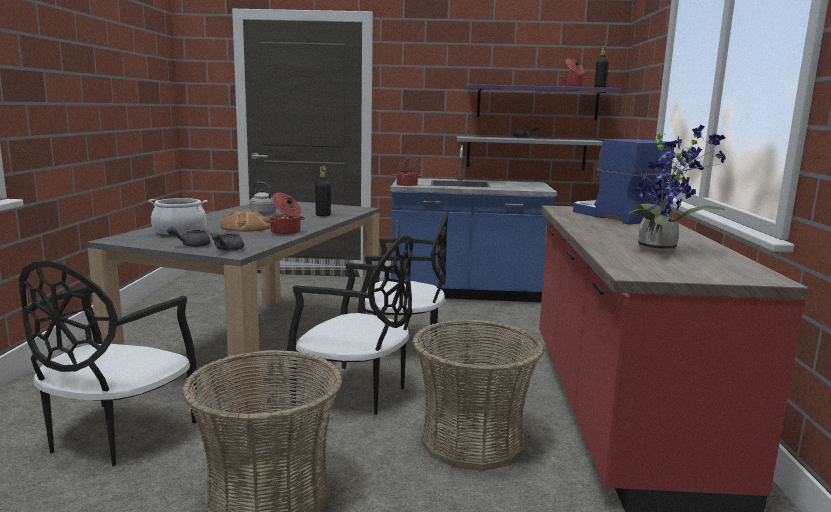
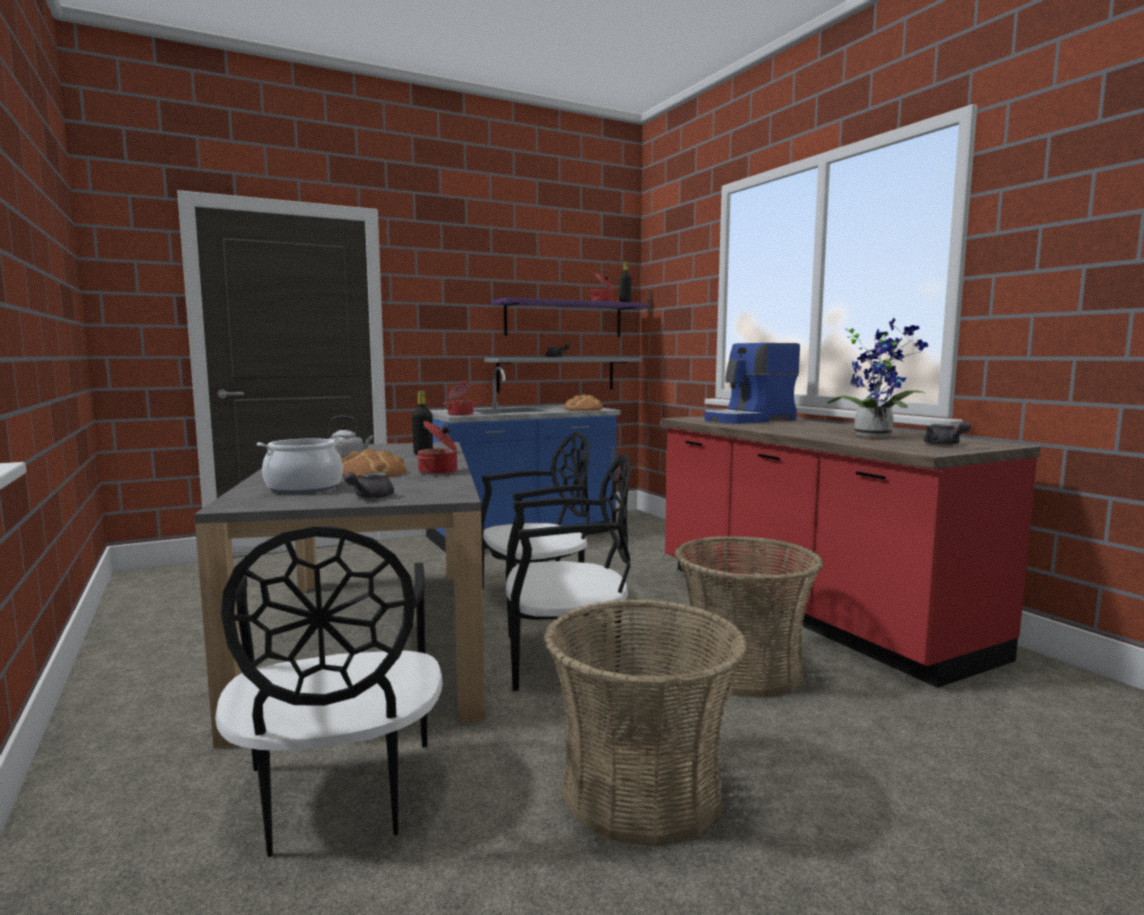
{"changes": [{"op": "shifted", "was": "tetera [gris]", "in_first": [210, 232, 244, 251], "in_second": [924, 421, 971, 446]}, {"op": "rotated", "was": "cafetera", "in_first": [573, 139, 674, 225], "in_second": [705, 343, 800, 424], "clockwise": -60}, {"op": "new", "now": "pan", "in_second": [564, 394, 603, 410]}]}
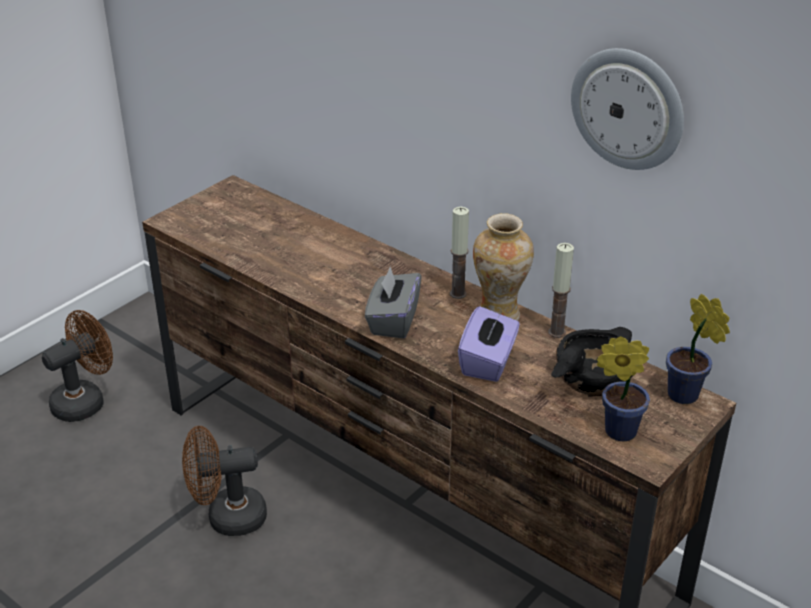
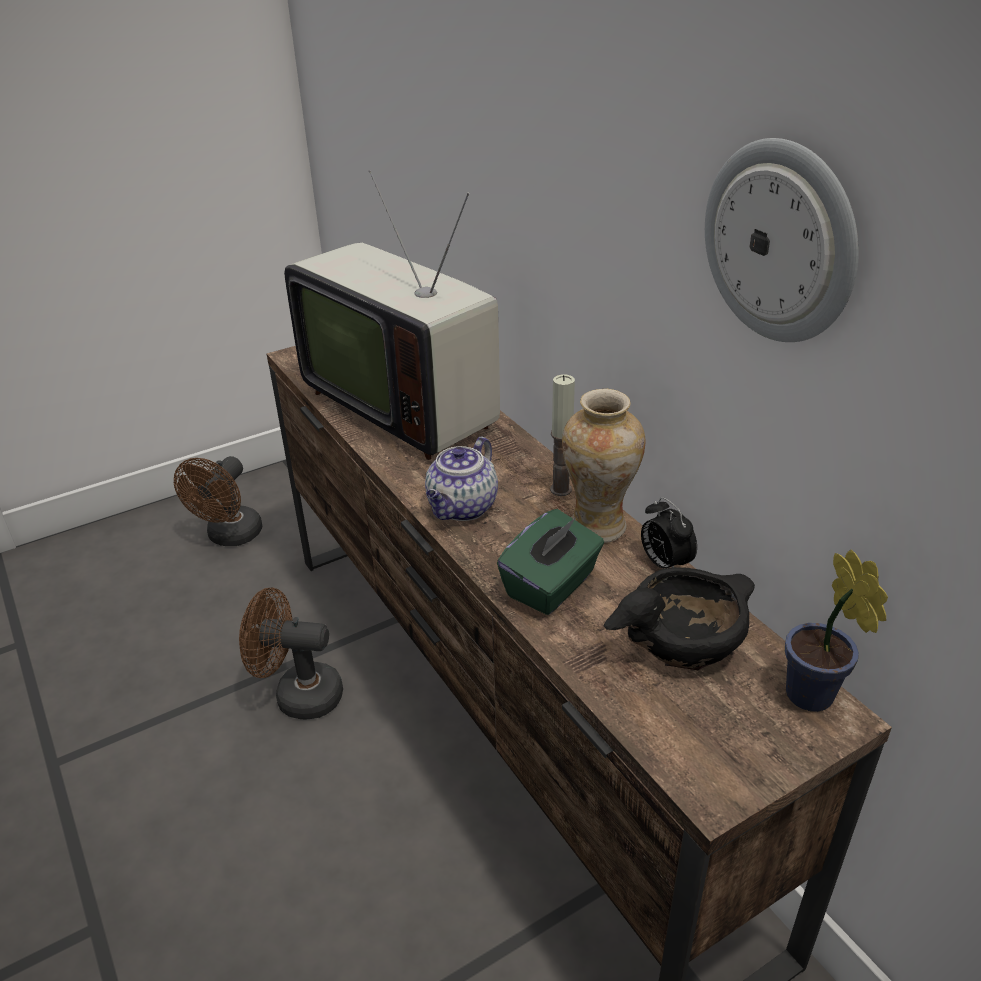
{"changes": [{"op": "rotated", "was": "ventilador [marrón]", "in_first": [42, 310, 113, 422], "in_second": [174, 456, 262, 546], "clockwise": 135}, {"op": "swapped", "was": "caja de pañuelos [gris]", "now": "tetera", "in_first": [365, 267, 422, 339], "in_second": [425, 437, 498, 521]}, {"op": "repainted", "was": "caja de pañuelos [morado]", "now": "caja de pañuelos [verde]", "in_first": [458, 306, 520, 382], "in_second": [497, 509, 604, 615]}, {"op": "swapped", "was": "vela", "now": "despertador", "in_first": [548, 243, 574, 338], "in_second": [641, 497, 697, 568]}, {"op": "gone", "was": "planta en maceta", "in_first": [597, 336, 650, 441]}, {"op": "new", "now": "televisor", "in_second": [284, 170, 500, 460]}]}
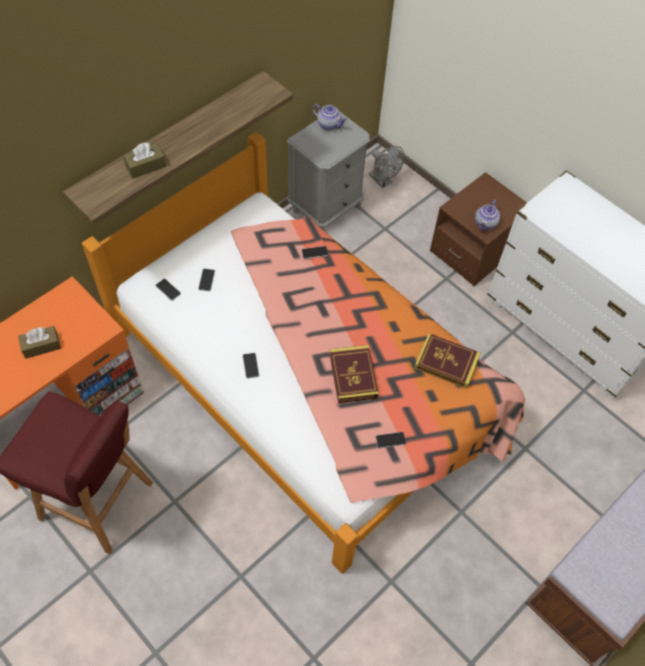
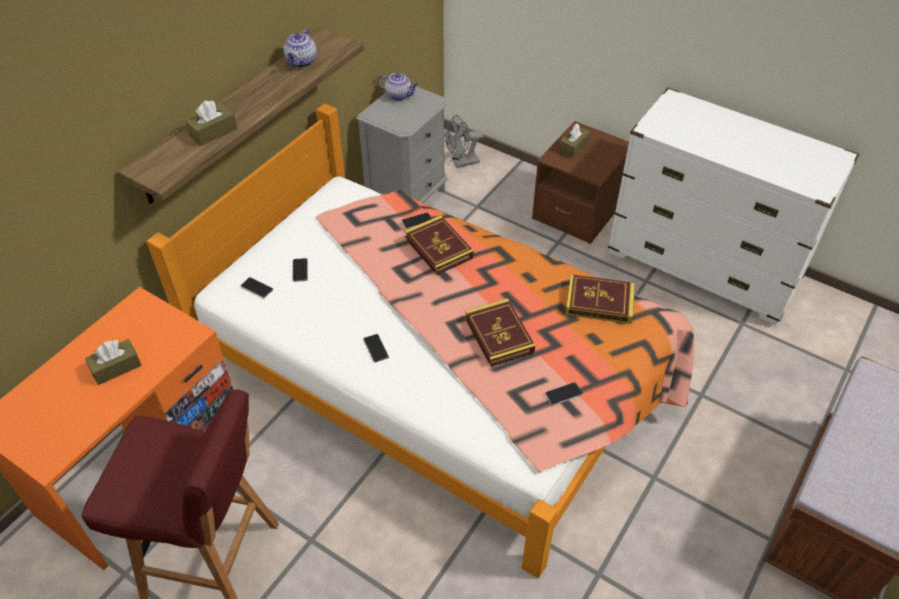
{"changes": [{"op": "rotated", "was": "ventilador [gris]", "in_first": [369, 146, 404, 188], "in_second": [445, 115, 484, 168], "clockwise": 120}, {"op": "shifted", "was": "tetera", "in_first": [475, 200, 500, 231], "in_second": [284, 28, 317, 68]}, {"op": "new", "now": "libro", "in_second": [405, 215, 474, 275]}, {"op": "new", "now": "caja de pañuelos [marrón]", "in_second": [559, 124, 591, 158]}]}
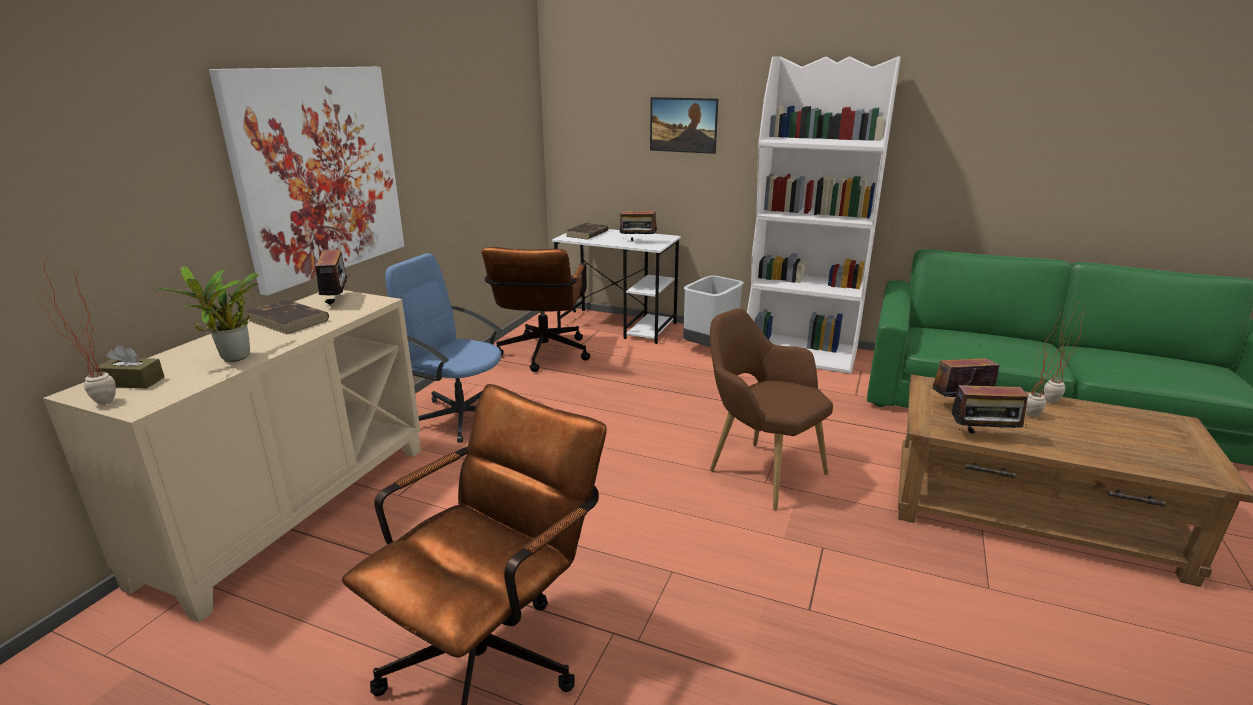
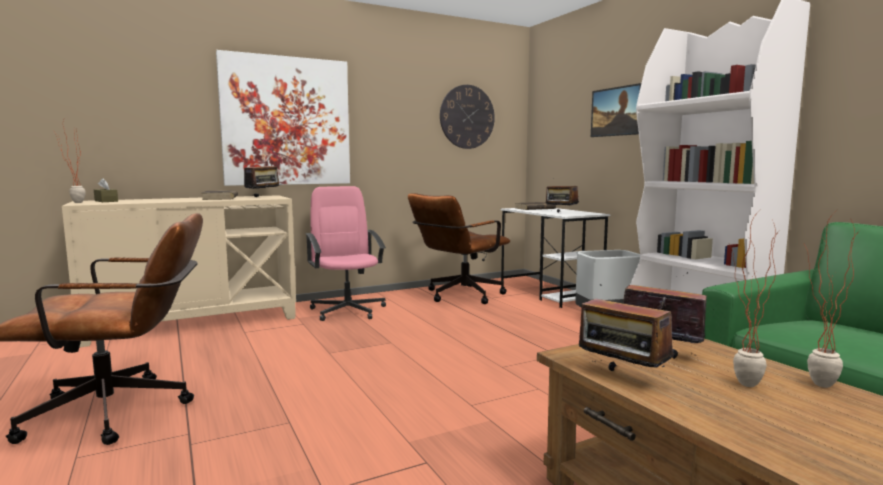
{"changes": [{"op": "gone", "was": "planta en maceta", "in_first": [155, 266, 259, 362]}, {"op": "repainted", "was": "silla de oficina [azul]", "now": "silla de oficina [rosa]", "in_first": [385, 253, 502, 443], "in_second": [305, 186, 386, 321]}, {"op": "gone", "was": "sillón [marrón]", "in_first": [710, 308, 833, 511]}, {"op": "new", "now": "reloj de pared", "in_second": [440, 85, 495, 149]}]}
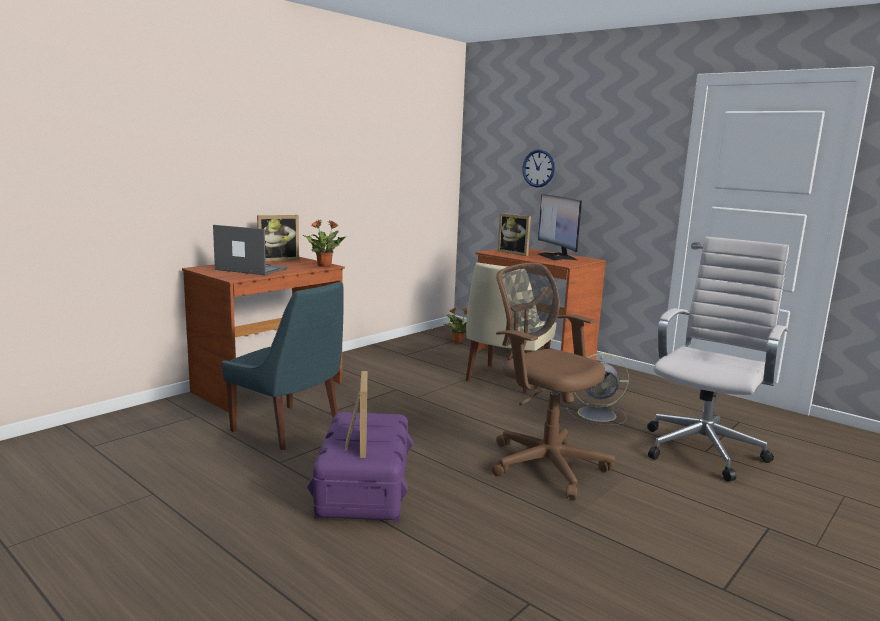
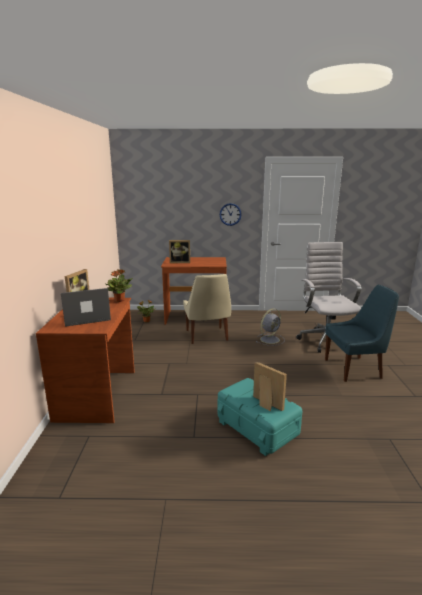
{"changes": [{"op": "shifted", "was": "silla [azul]", "in_first": [222, 281, 343, 450], "in_second": [325, 285, 399, 382]}, {"op": "repainted", "was": "caja de almacenaje [morado]", "now": "caja de almacenaje [turquesa]", "in_first": [307, 412, 413, 522], "in_second": [217, 378, 302, 456]}, {"op": "gone", "was": "silla de oficina [marrón]", "in_first": [492, 263, 615, 500]}, {"op": "shifted", "was": "reloj de pared", "in_first": [522, 149, 555, 188], "in_second": [220, 203, 242, 226]}, {"op": "gone", "was": "monitor", "in_first": [538, 194, 582, 261]}]}
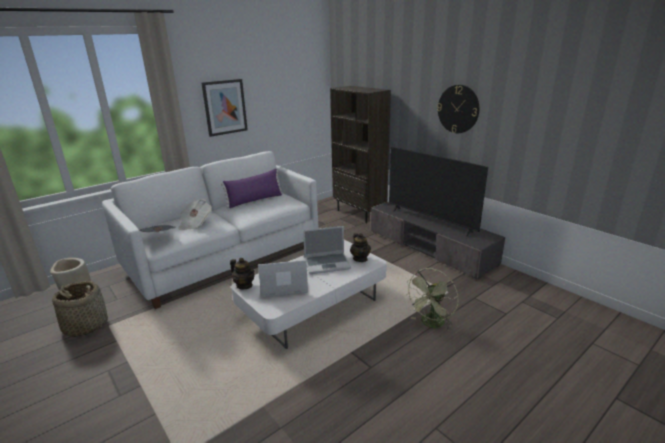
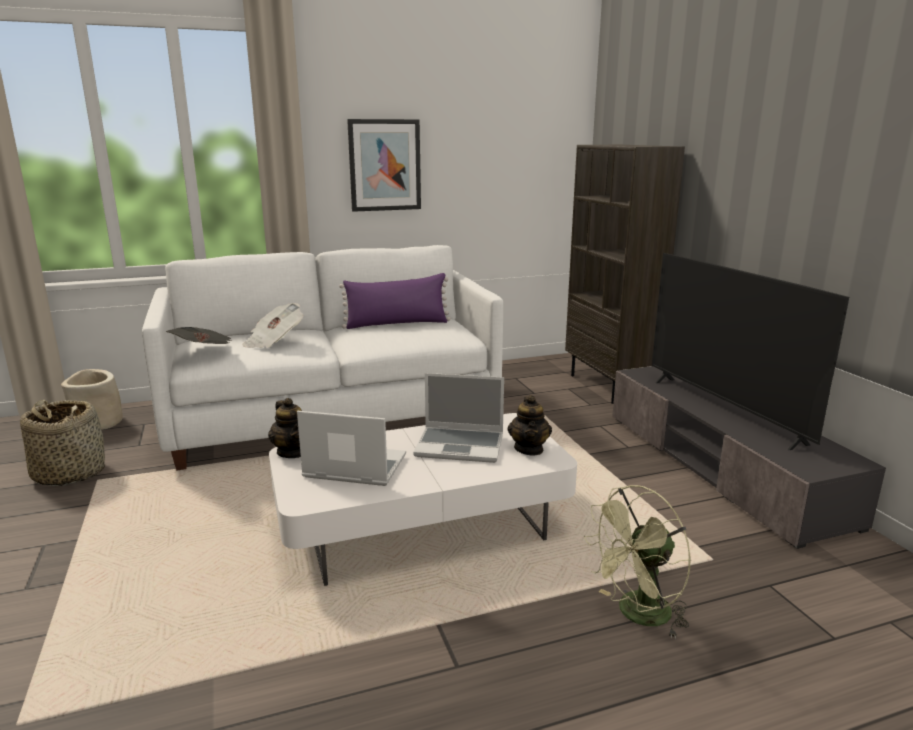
{"changes": [{"op": "gone", "was": "reloj de pared", "in_first": [437, 85, 479, 133]}]}
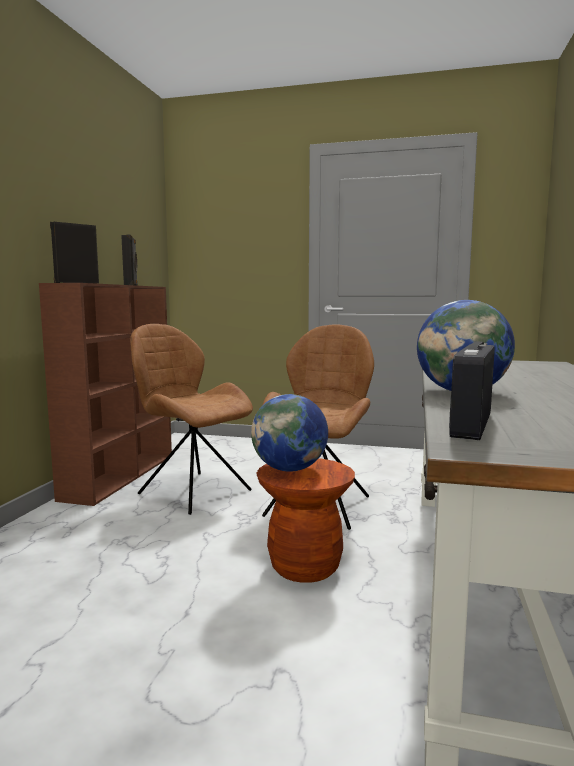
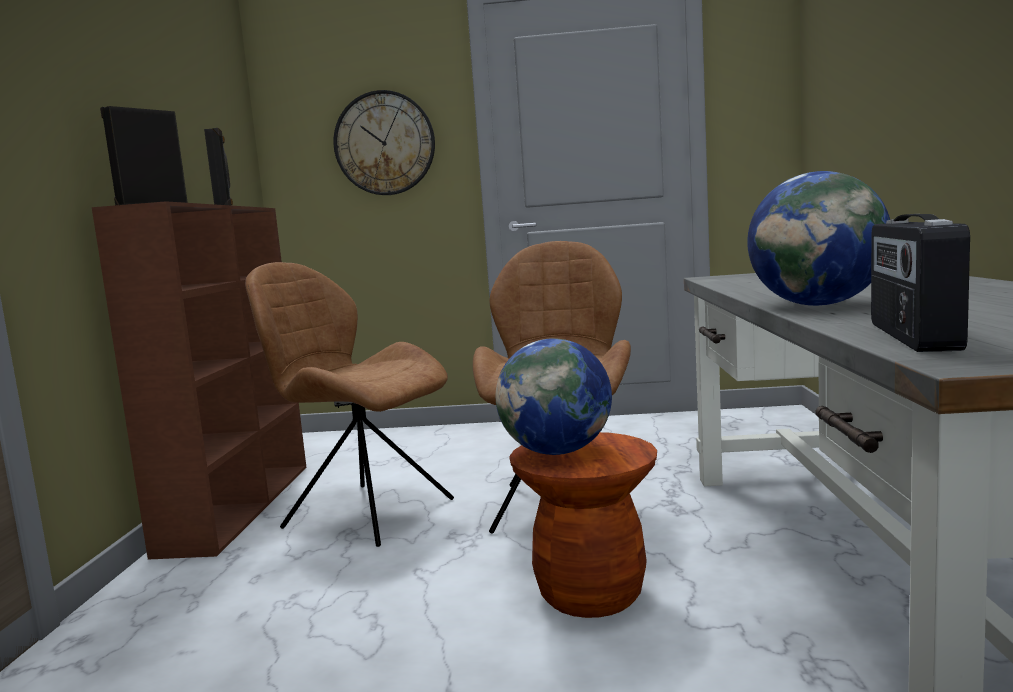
{"changes": [{"op": "new", "now": "reloj de pared", "in_second": [334, 90, 435, 195]}]}
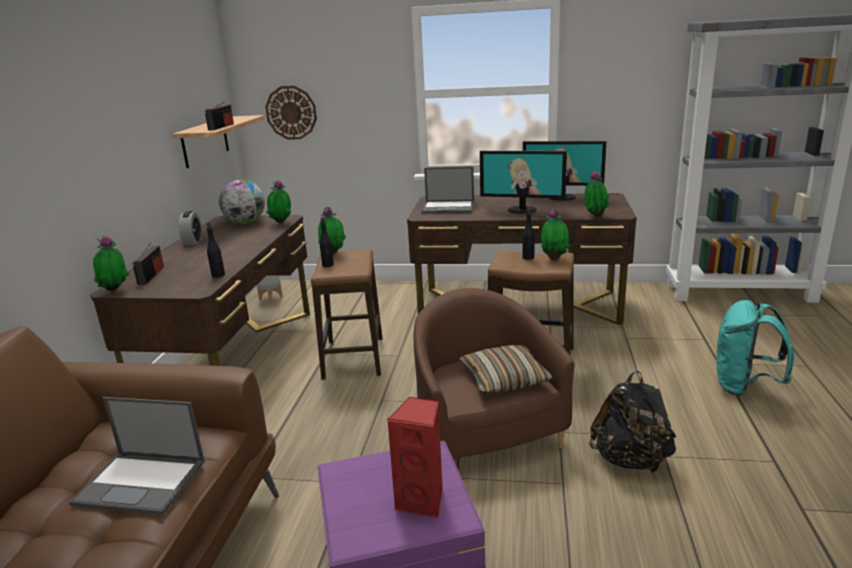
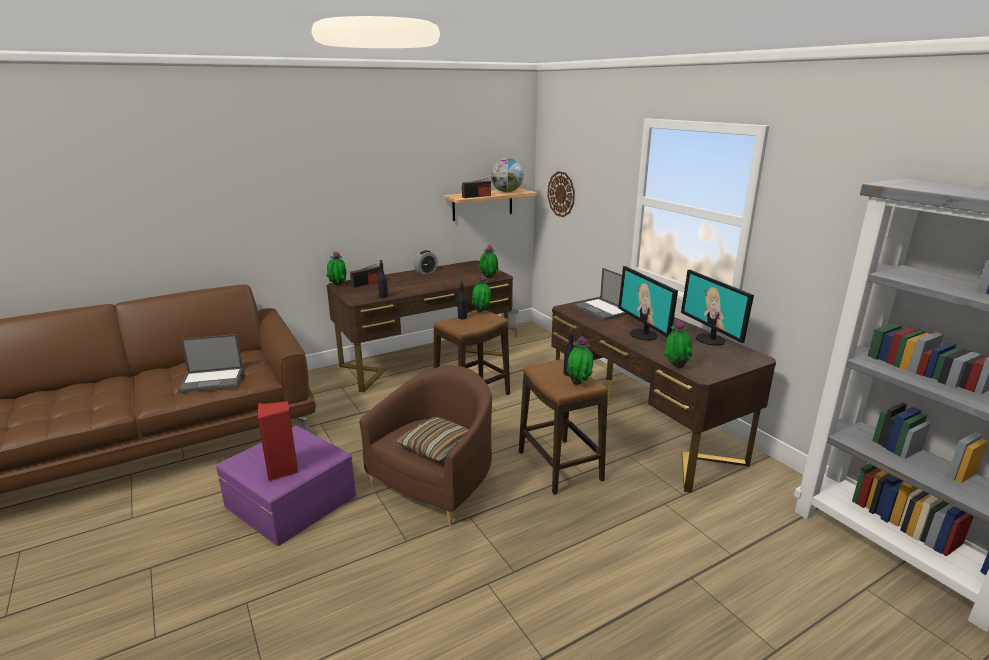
{"changes": [{"op": "rotated", "was": "portátil", "in_first": [69, 397, 205, 515], "in_second": [178, 334, 243, 393], "clockwise": -75}, {"op": "shifted", "was": "globo terráqueo", "in_first": [219, 180, 265, 224], "in_second": [491, 158, 524, 192]}, {"op": "gone", "was": "mochila [negro]", "in_first": [589, 371, 676, 472]}, {"op": "gone", "was": "mochila [turquesa]", "in_first": [716, 300, 794, 396]}]}
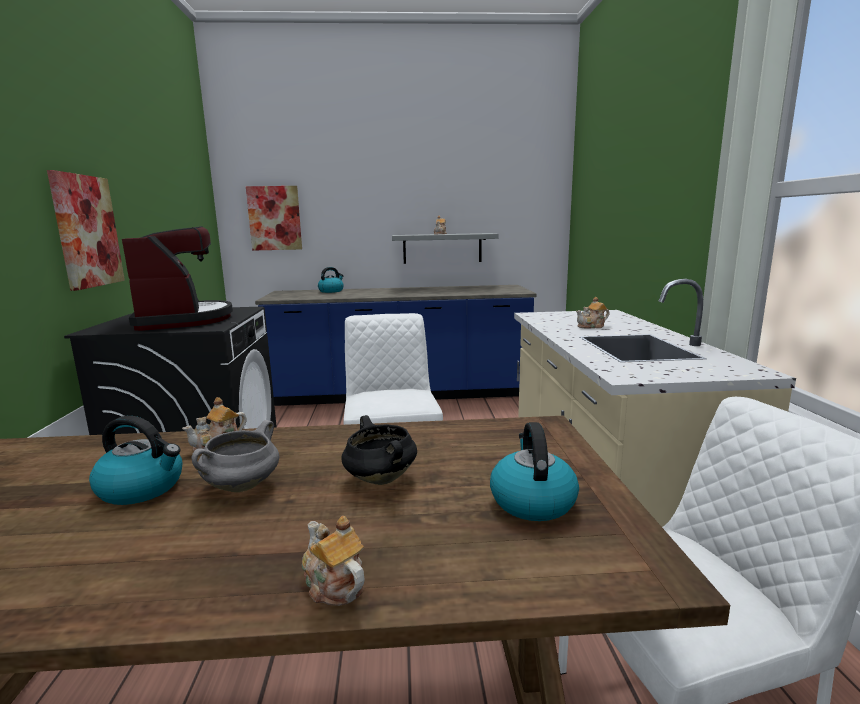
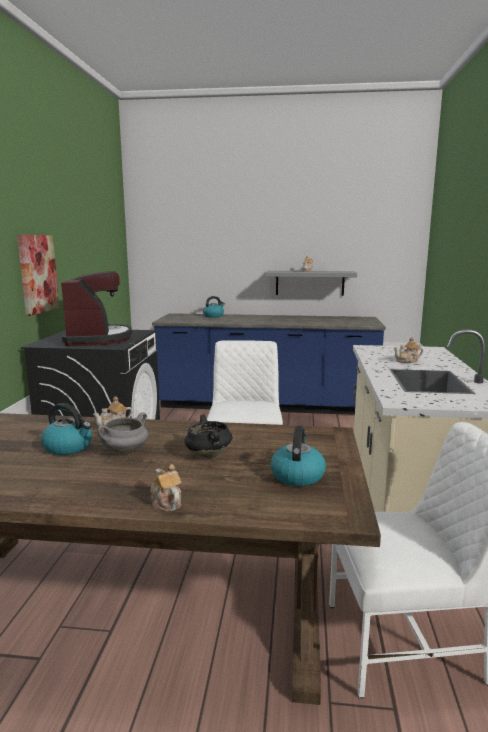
{"changes": [{"op": "gone", "was": "cuadro", "in_first": [246, 186, 302, 251]}]}
